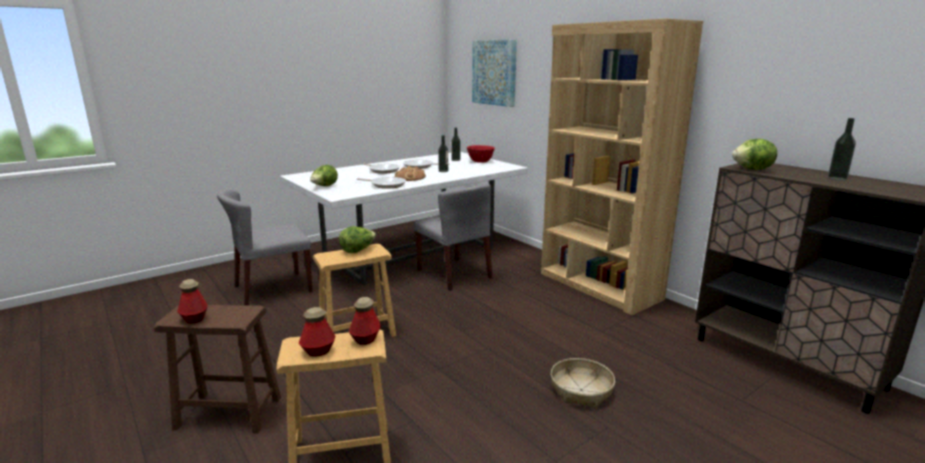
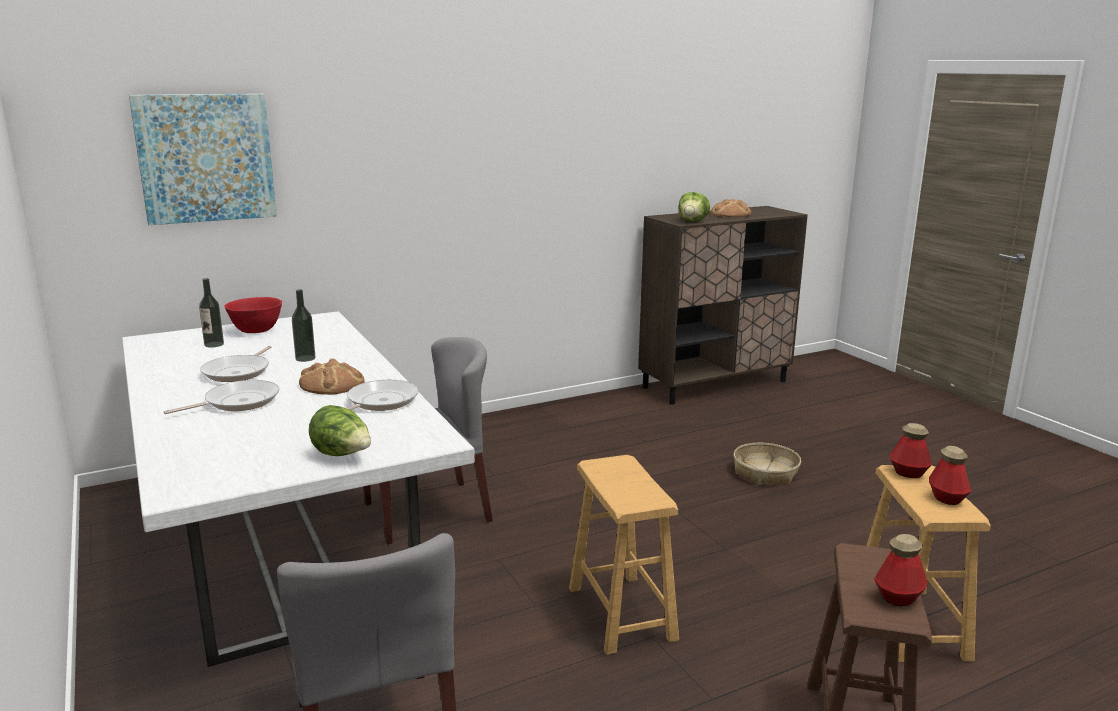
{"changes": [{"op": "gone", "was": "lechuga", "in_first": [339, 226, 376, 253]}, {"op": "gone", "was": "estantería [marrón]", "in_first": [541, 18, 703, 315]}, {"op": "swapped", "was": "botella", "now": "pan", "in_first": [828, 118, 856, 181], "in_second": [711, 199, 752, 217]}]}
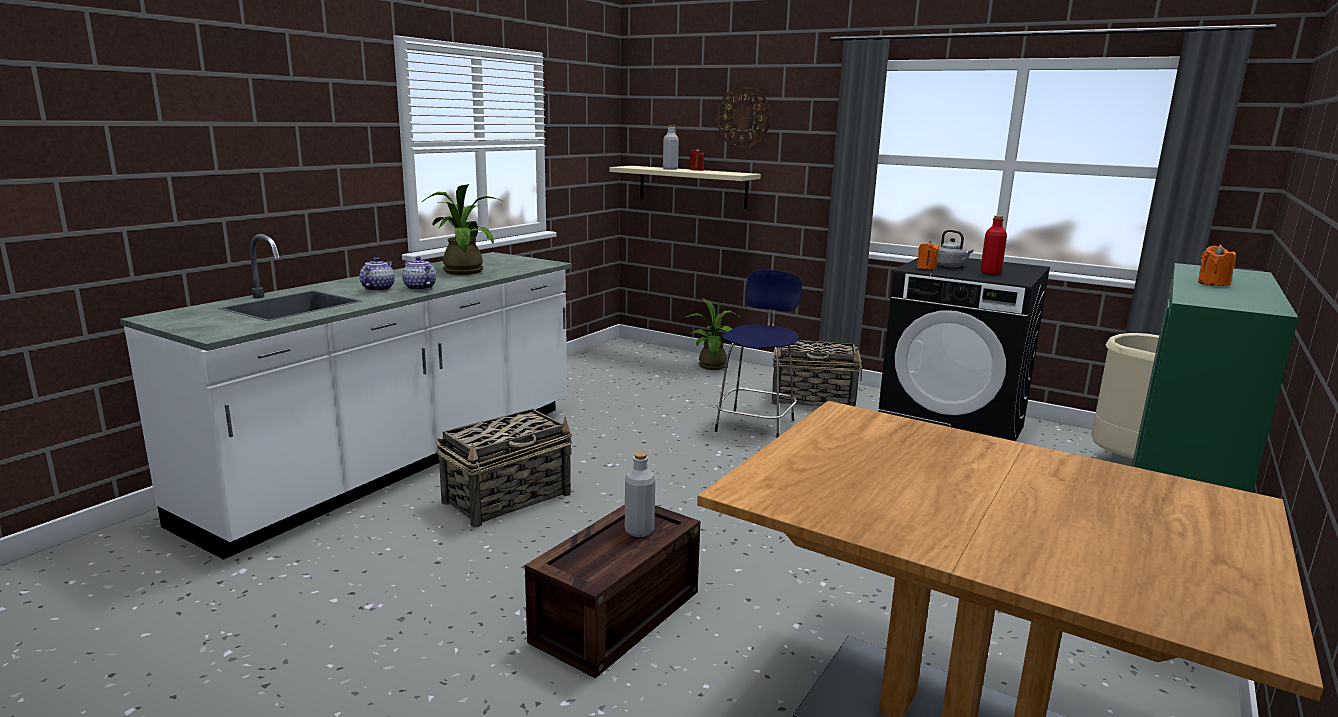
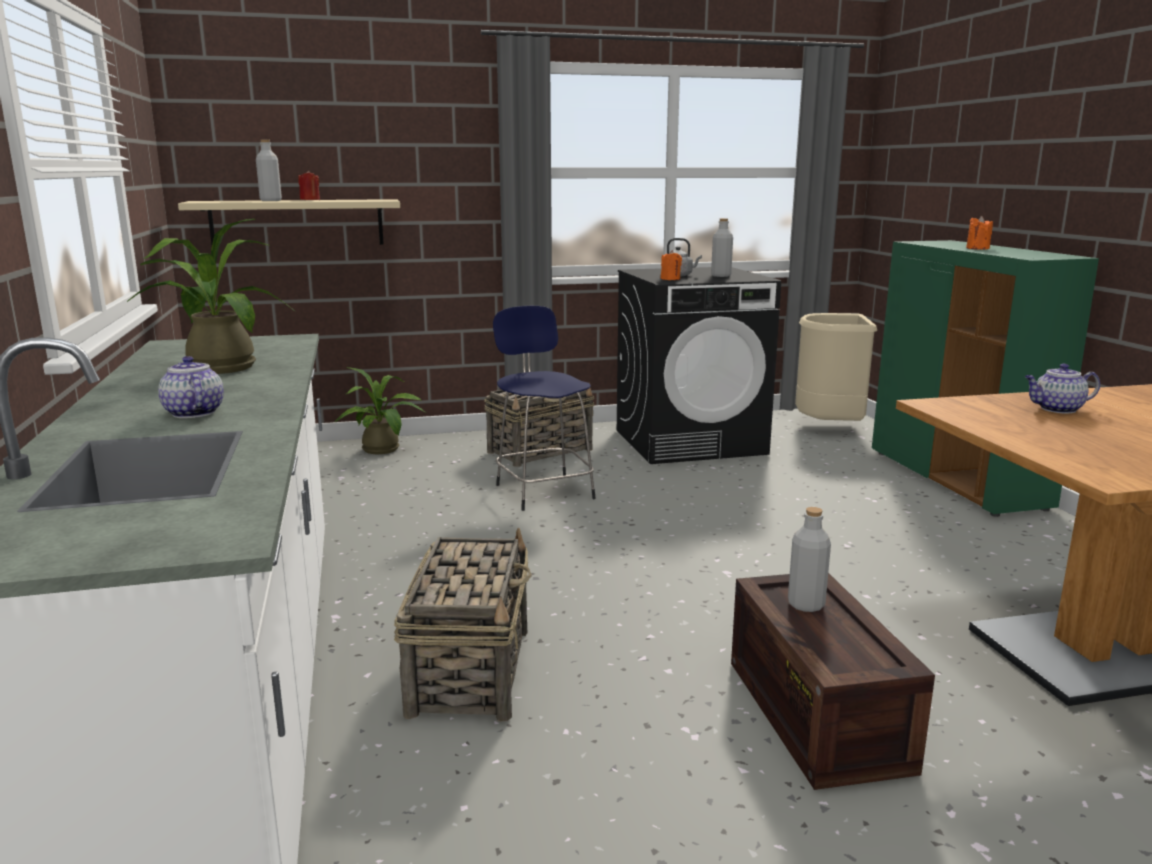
{"changes": [{"op": "shifted", "was": "tetera", "in_first": [402, 256, 436, 290], "in_second": [1025, 364, 1100, 413]}, {"op": "gone", "was": "reloj de pared", "in_first": [717, 86, 771, 148]}, {"op": "repainted", "was": "botella [rojo]", "now": "botella [gris]", "in_first": [980, 215, 1007, 275], "in_second": [711, 218, 733, 277]}]}
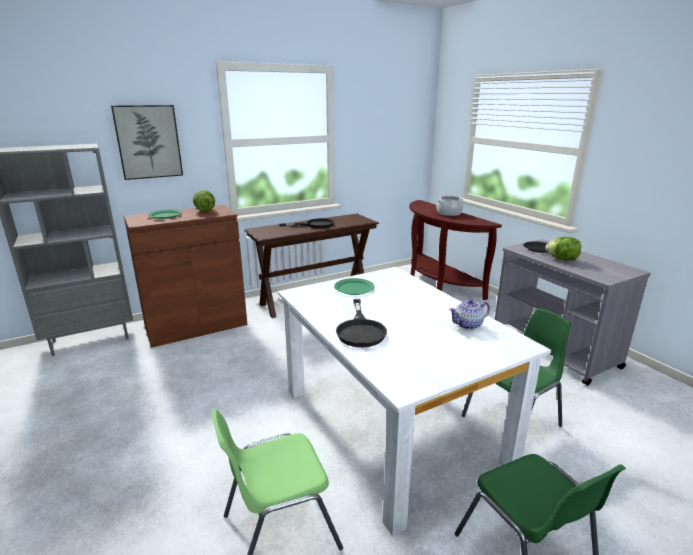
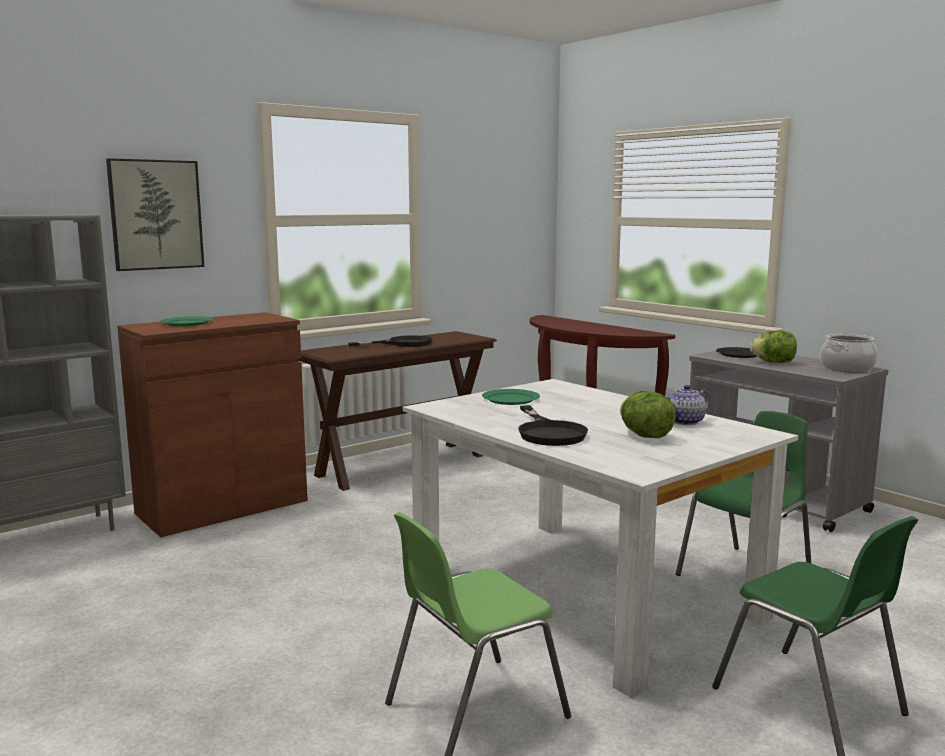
{"changes": [{"op": "shifted", "was": "lechuga", "in_first": [193, 190, 215, 211], "in_second": [620, 391, 676, 438]}, {"op": "shifted", "was": "olla", "in_first": [436, 195, 463, 216], "in_second": [820, 334, 877, 372]}]}
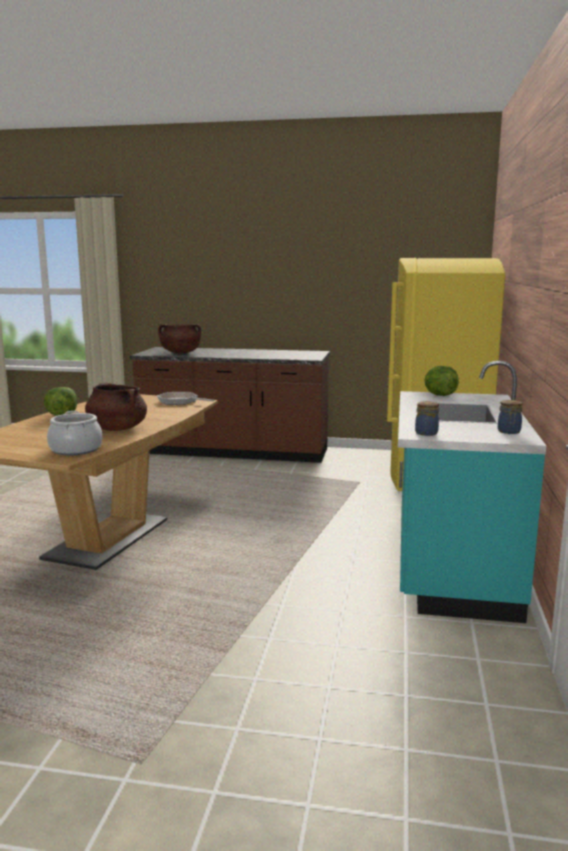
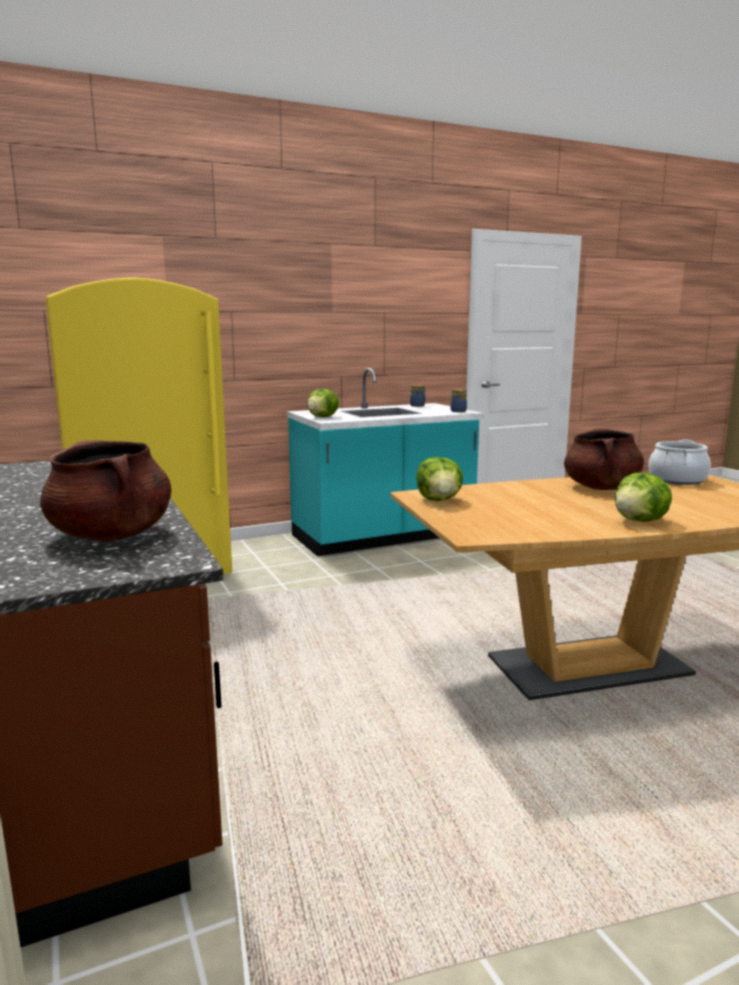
{"changes": [{"op": "swapped", "was": "sartén", "now": "lechuga", "in_first": [157, 392, 214, 405], "in_second": [416, 457, 463, 501]}]}
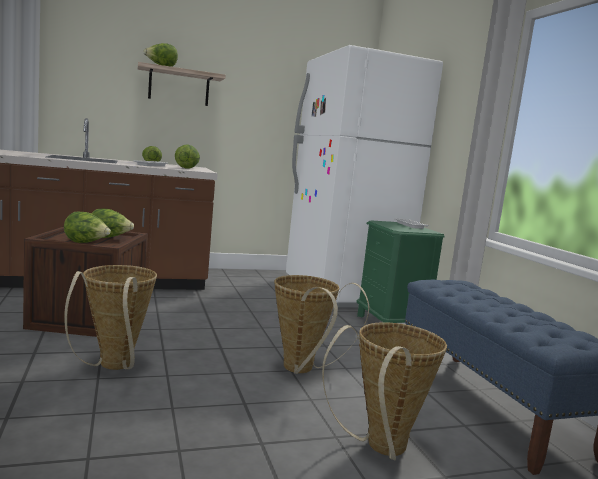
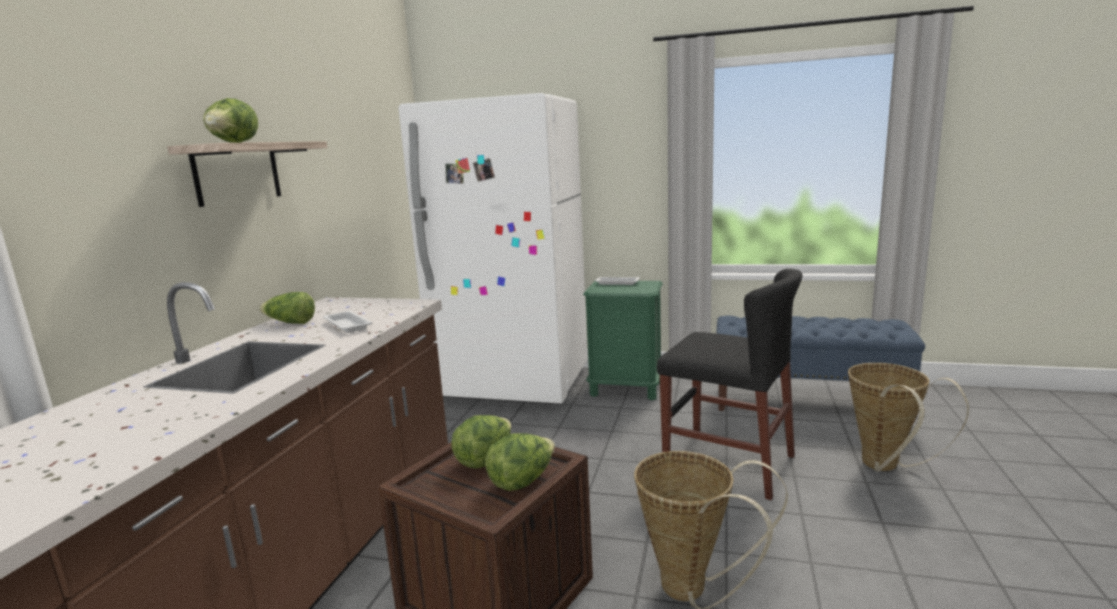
{"changes": [{"op": "gone", "was": "lechuga", "in_first": [175, 145, 200, 169]}, {"op": "swapped", "was": "cesta", "now": "silla [negro]", "in_first": [274, 275, 369, 374], "in_second": [657, 269, 802, 500]}]}
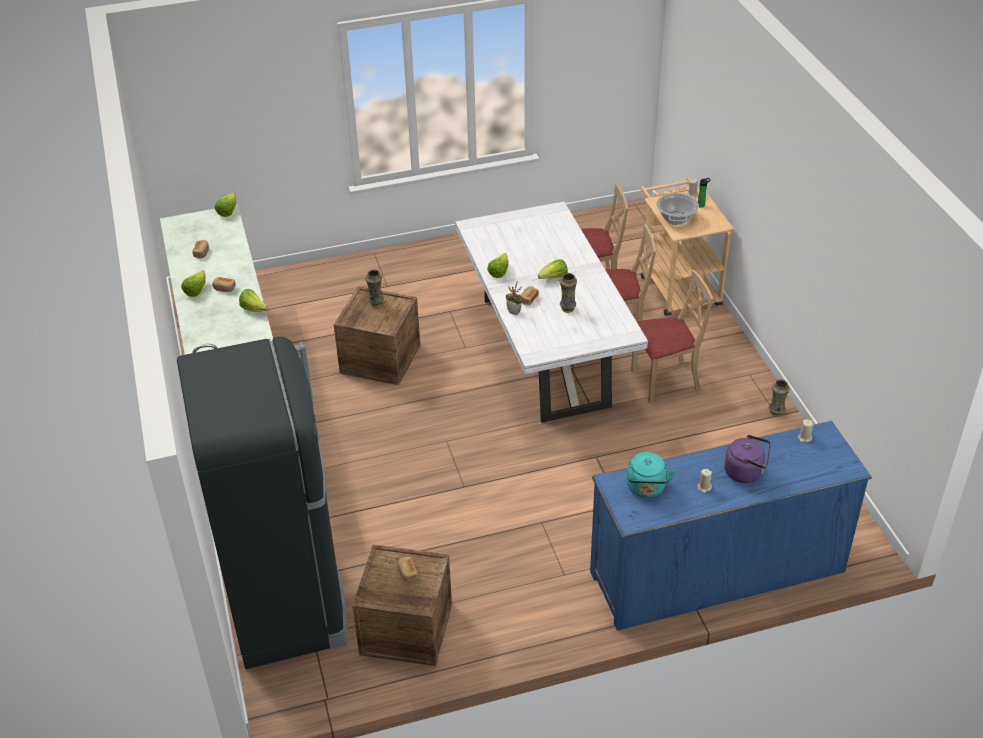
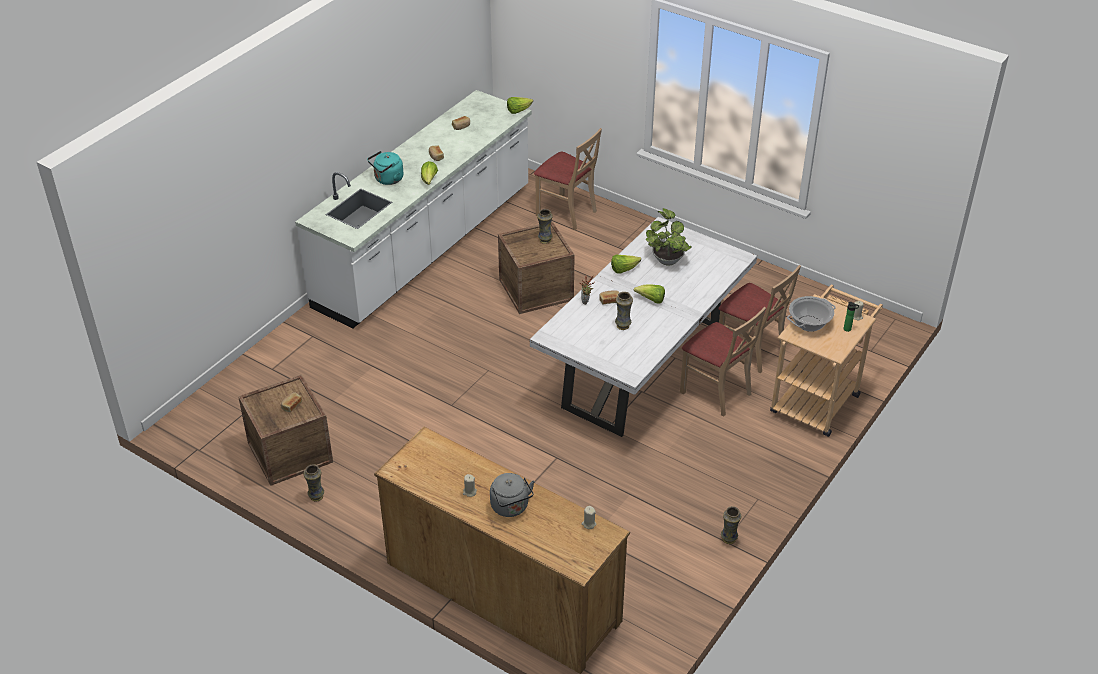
{"changes": [{"op": "gone", "was": "nevera [negro]", "in_first": [177, 337, 348, 669]}, {"op": "gone", "was": "lechuga", "in_first": [181, 270, 206, 297]}, {"op": "repainted", "was": "cómoda [azul]", "now": "cómoda [marrón]", "in_first": [590, 421, 872, 630], "in_second": [374, 427, 630, 674]}, {"op": "shifted", "was": "hervidor [turquesa]", "in_first": [626, 452, 677, 498], "in_second": [367, 151, 403, 185]}, {"op": "shifted", "was": "silla [beis]", "in_first": [631, 270, 713, 404], "in_second": [534, 128, 602, 230]}, {"op": "repainted", "was": "hervidor [morado]", "now": "hervidor [gris]", "in_first": [724, 435, 771, 483], "in_second": [490, 473, 535, 517]}, {"op": "new", "now": "florero", "in_second": [303, 464, 324, 501]}, {"op": "new", "now": "planta en maceta", "in_second": [646, 208, 691, 265]}]}
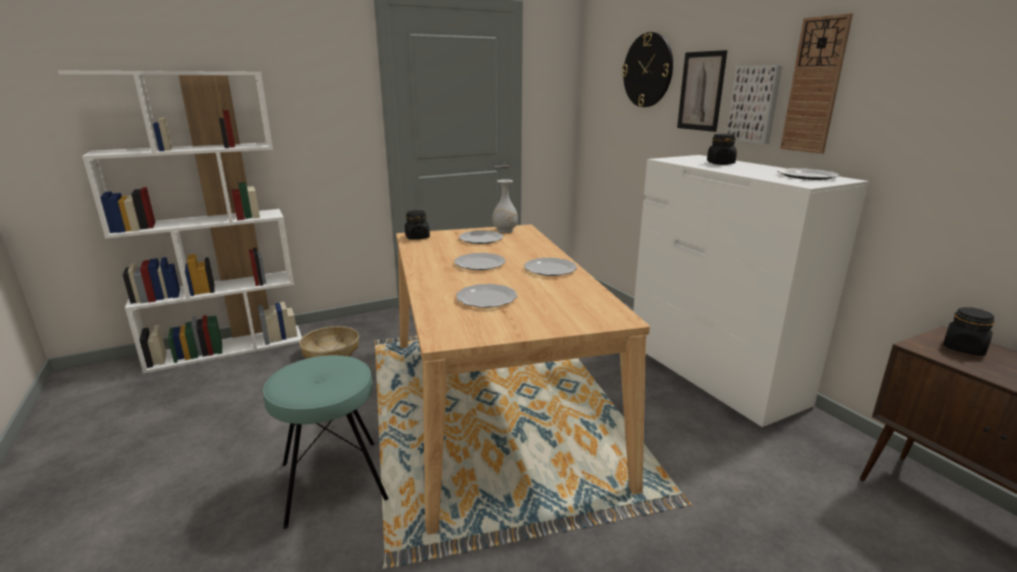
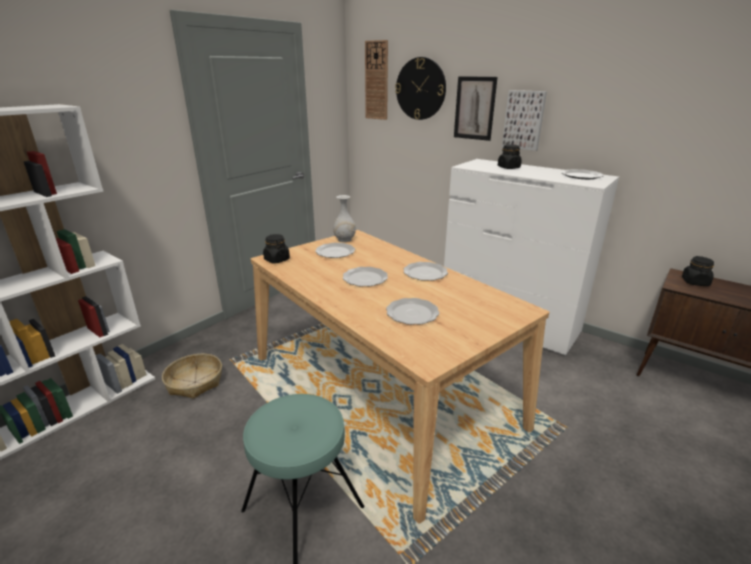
{"changes": [{"op": "shifted", "was": "reloj de pared", "in_first": [780, 13, 853, 154], "in_second": [365, 40, 388, 120]}]}
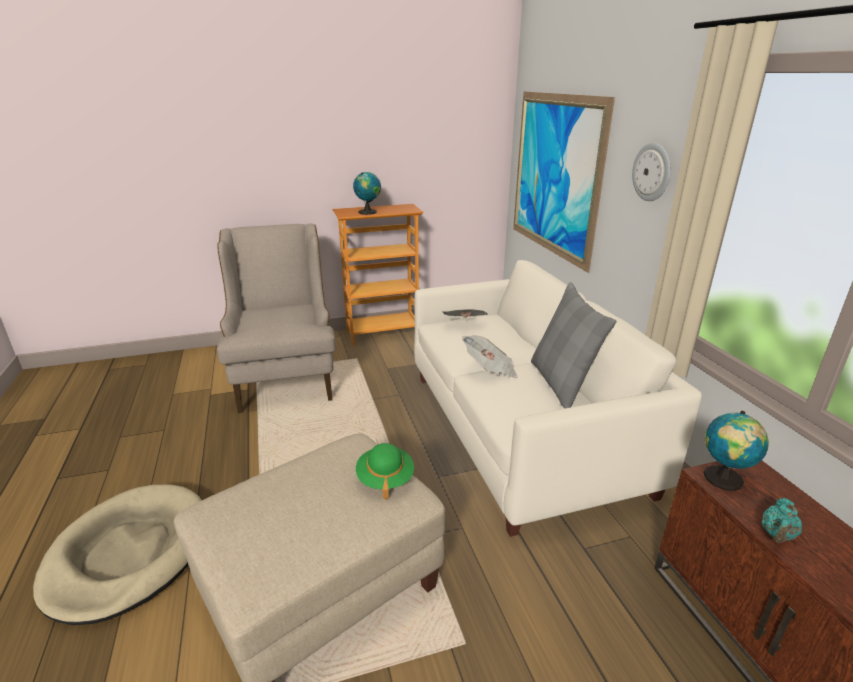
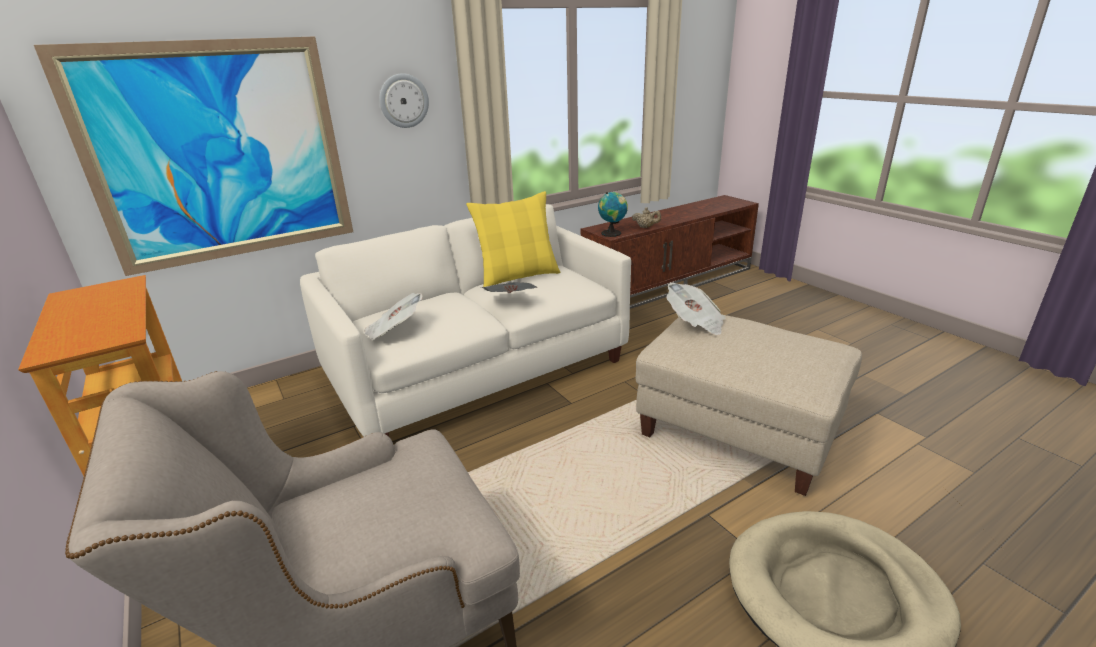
{"changes": [{"op": "gone", "was": "globo terráqueo", "in_first": [353, 172, 381, 215]}, {"op": "swapped", "was": "sombrero [verde]", "now": "periódico", "in_first": [356, 443, 414, 500], "in_second": [666, 282, 725, 335]}, {"op": "repainted", "was": "cojín [gris]", "now": "cojín [amarillo]", "in_first": [531, 282, 617, 409], "in_second": [466, 191, 560, 287]}, {"op": "repainted", "was": "tetera [turquesa]", "now": "tetera [beis]", "in_first": [762, 498, 802, 543], "in_second": [632, 207, 661, 228]}]}
